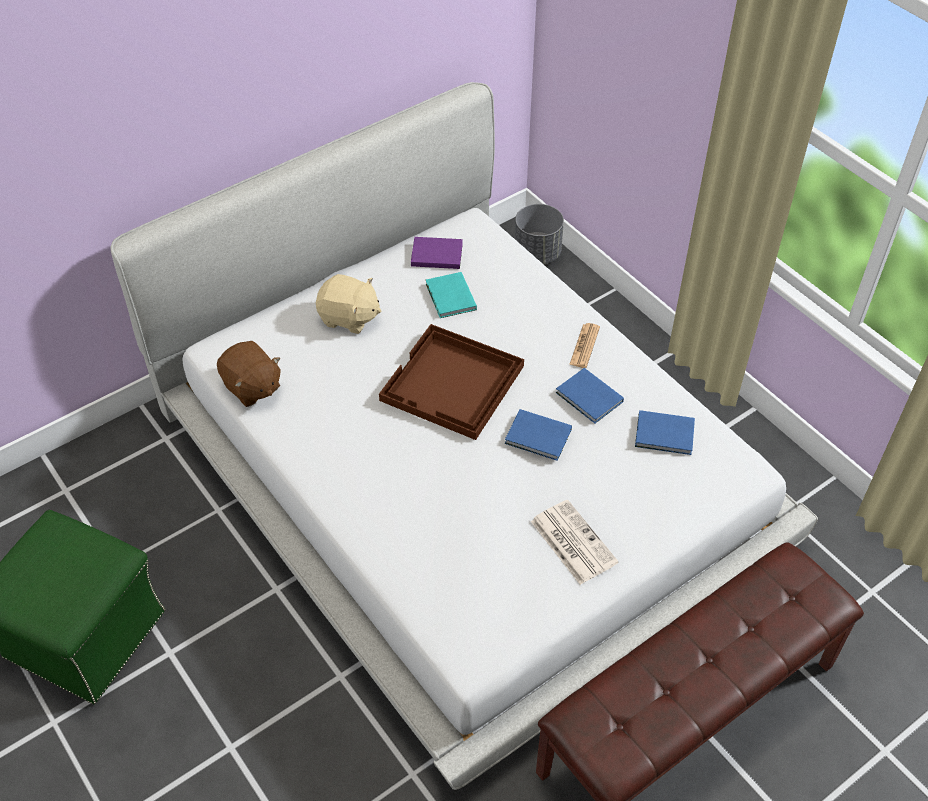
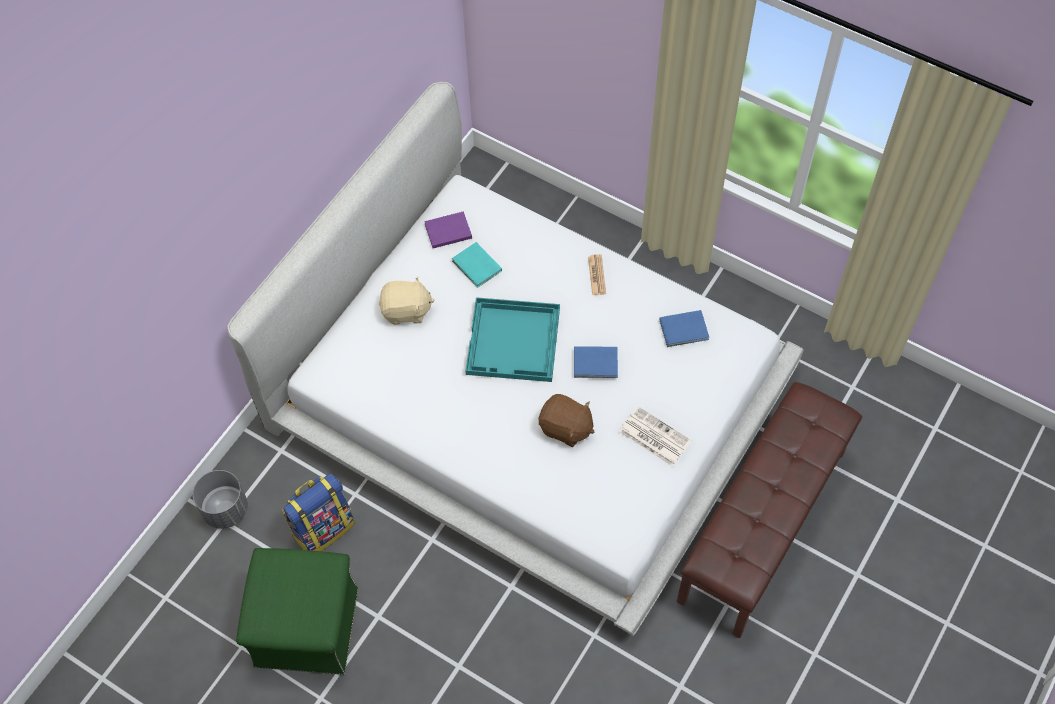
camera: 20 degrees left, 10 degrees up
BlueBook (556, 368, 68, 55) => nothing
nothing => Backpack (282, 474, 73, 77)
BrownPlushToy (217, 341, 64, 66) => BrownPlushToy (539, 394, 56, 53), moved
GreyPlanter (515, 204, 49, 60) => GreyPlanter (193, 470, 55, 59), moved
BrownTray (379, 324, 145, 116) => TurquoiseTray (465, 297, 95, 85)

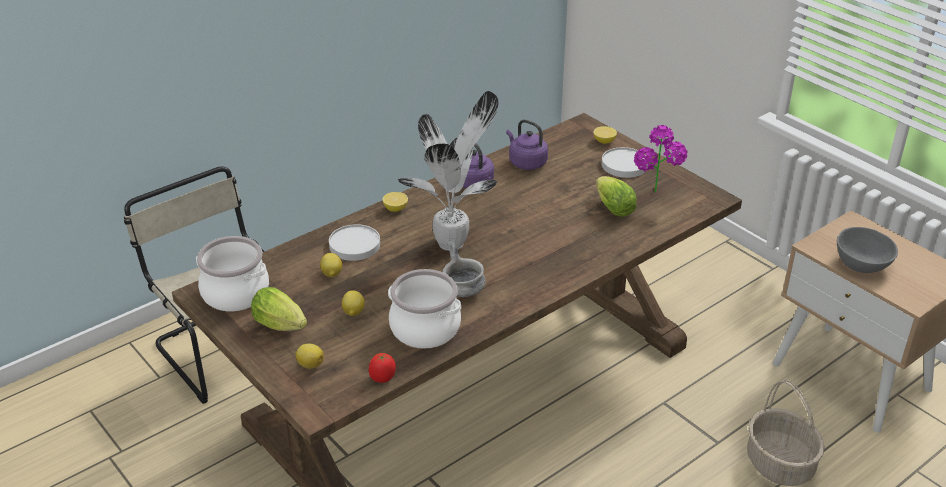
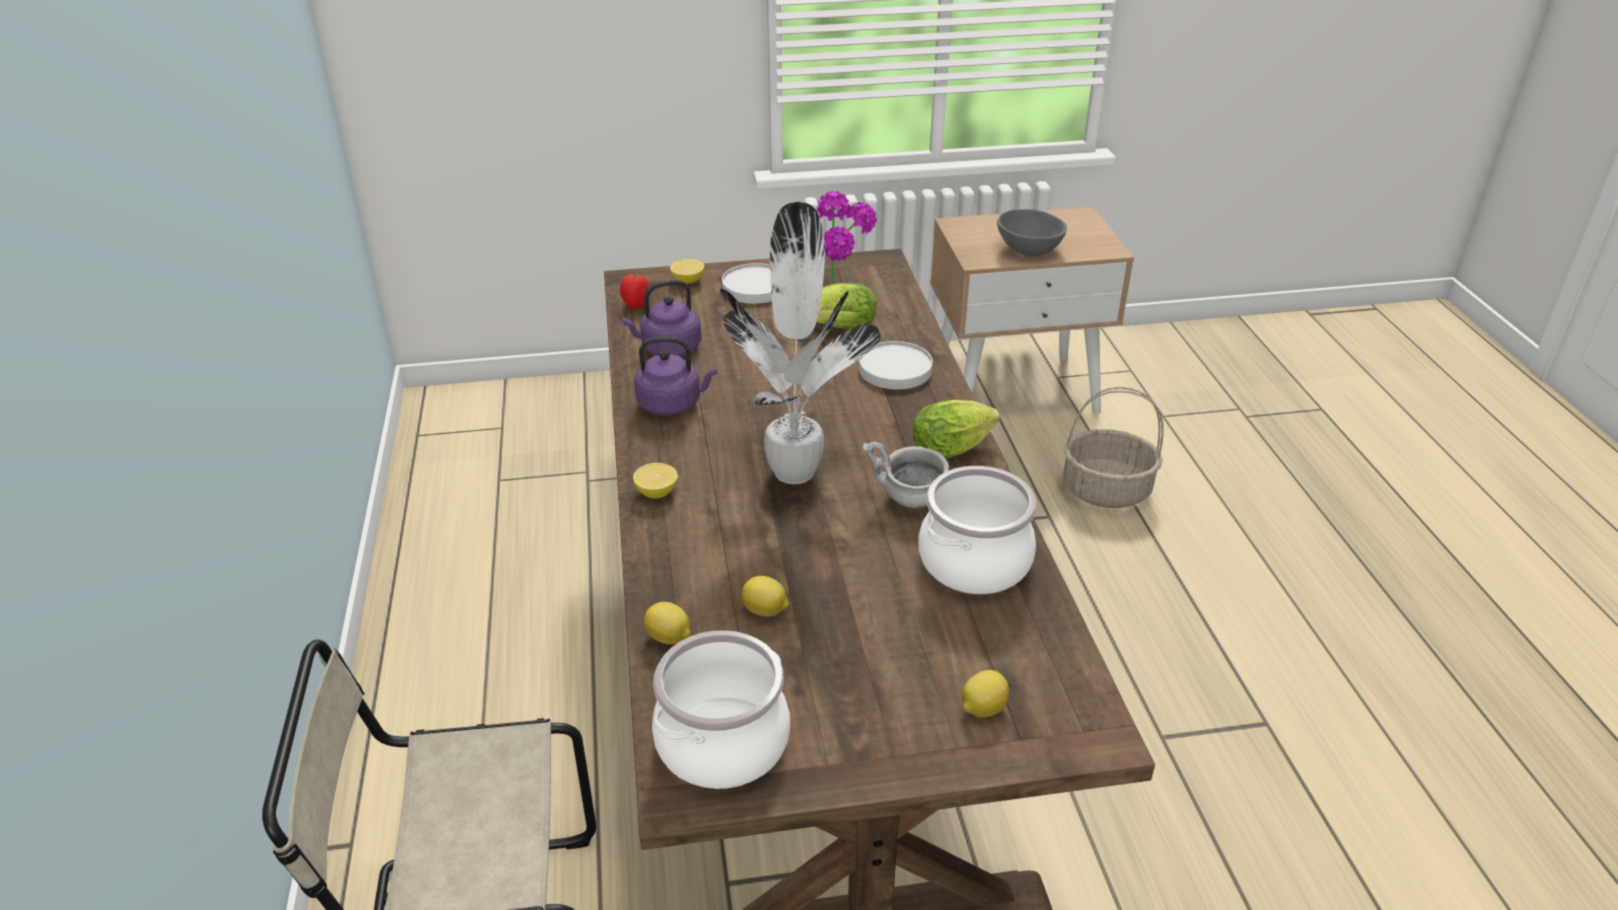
camera: 60 degrees left, 0 degrees up
Lettuce (251, 287, 56, 44) => Lettuce (912, 400, 88, 59), moved
WhitePlate (329, 224, 51, 37) => WhitePlate (859, 341, 74, 49), moved
Lemon (342, 290, 23, 26) => Lemon (644, 602, 46, 43), moved
Tomato (369, 353, 27, 30) => Tomato (620, 273, 29, 36), moved

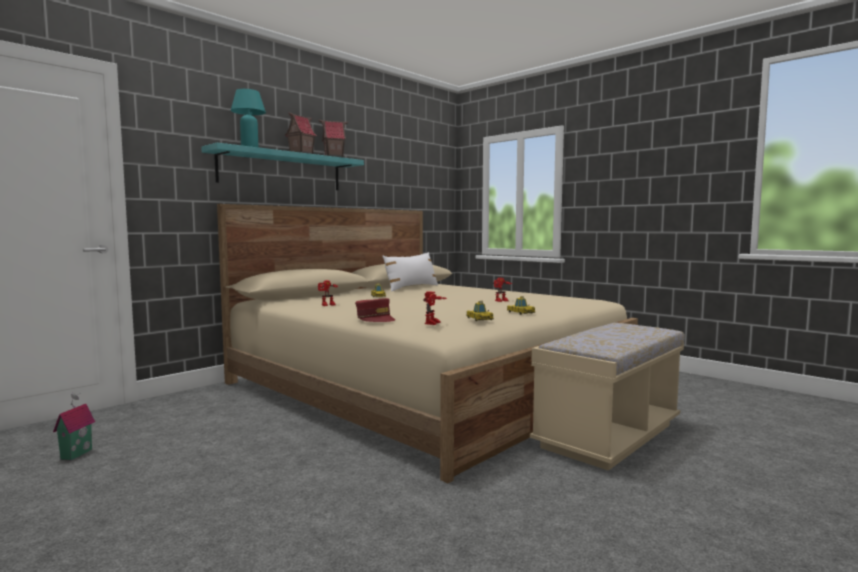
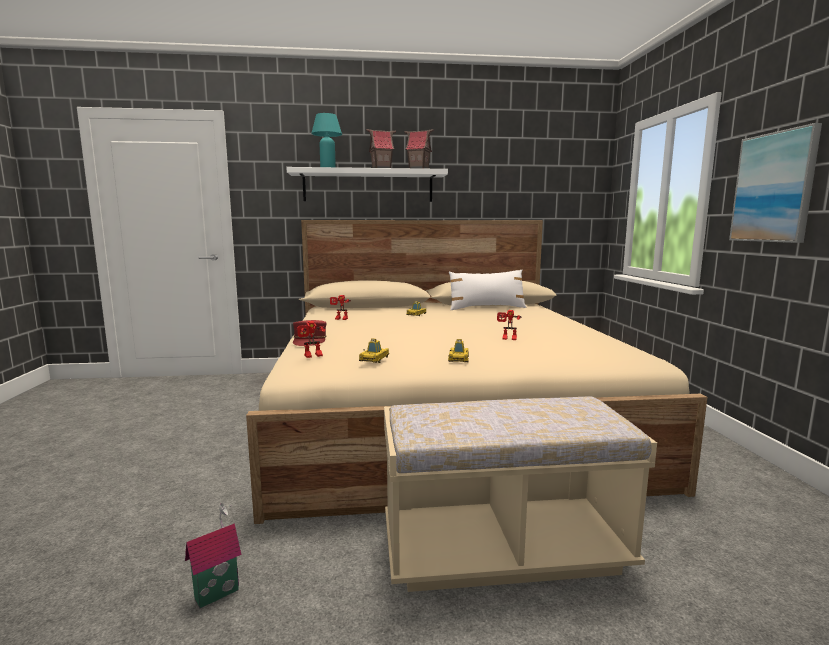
camera: 40 degrees right, 5 degrees up
nothing => Picture (729, 123, 93, 120)
ToyHouse (53, 393, 42, 68) => ToyHouse (185, 503, 56, 105), moved
TurquoiseShelf (201, 143, 163, 47) => WhiteShelf (286, 167, 162, 35)

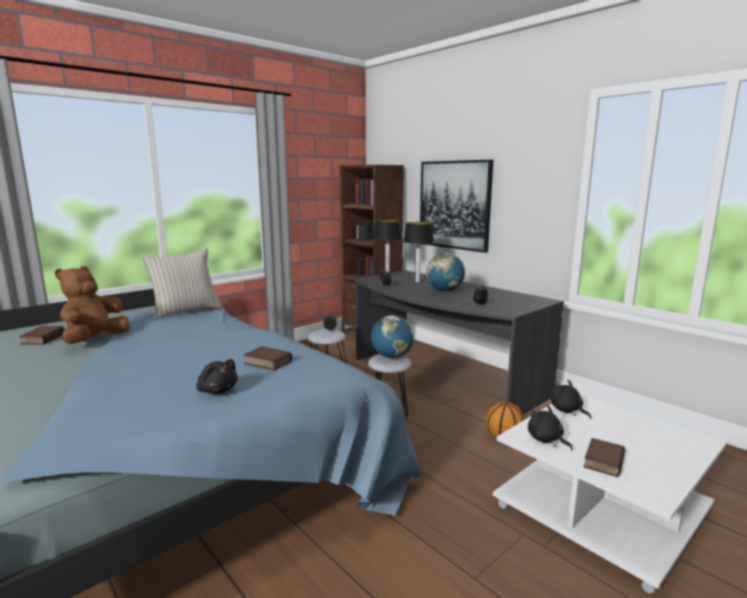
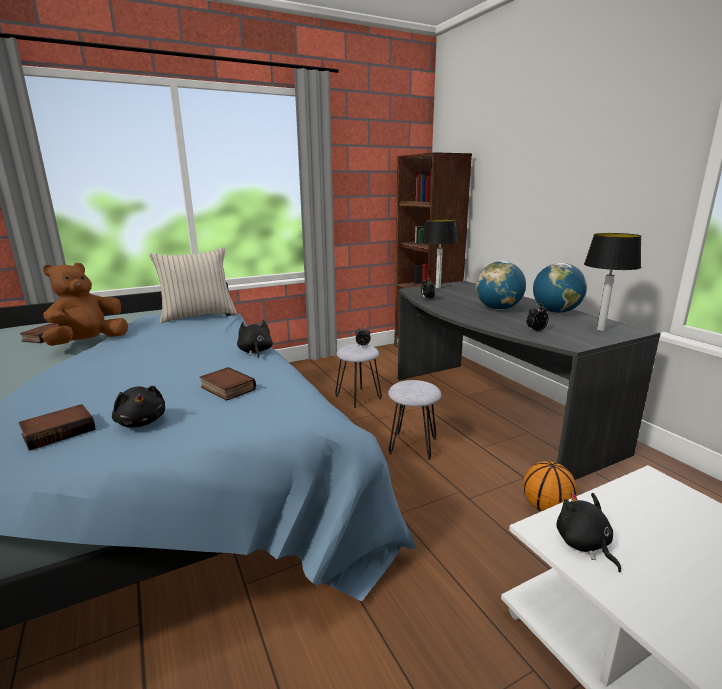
camera: 15 degrees right, 5 degrees up
Picture (420, 160, 73, 93) => nothing
Globe (371, 315, 43, 43) => Globe (533, 263, 54, 50), moved
TableLamp (403, 222, 31, 60) => TableLamp (584, 233, 57, 98), moved
BlackPlushToy (551, 380, 40, 39) => BlackPlushToy (237, 320, 36, 39), moved
Book (584, 438, 41, 39) => Book (18, 404, 77, 46), moved

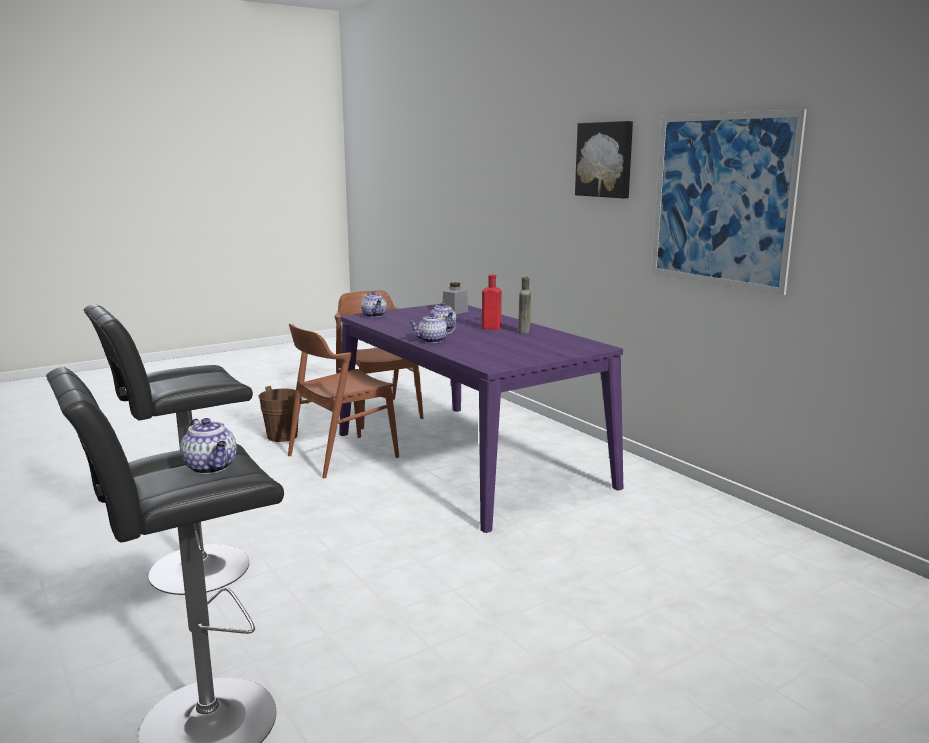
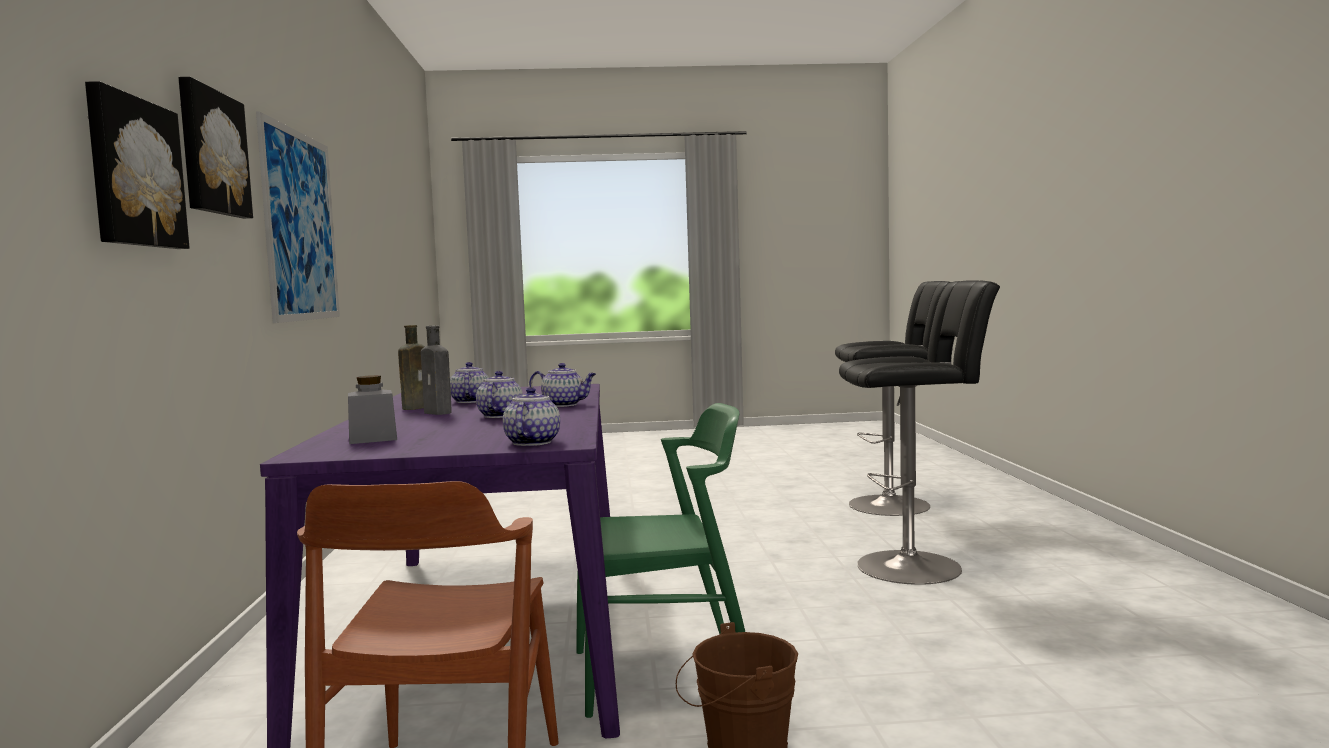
camera: 150 degrees left, 10 degrees down
nothing => Picture (85, 81, 104, 168)
Teapot (180, 418, 57, 56) => Teapot (450, 362, 39, 41), moved
BrownChair (288, 324, 111, 154) => GreenChair (576, 403, 169, 315)
RedBottle (482, 275, 20, 55) => GreyBottle (421, 326, 31, 89)

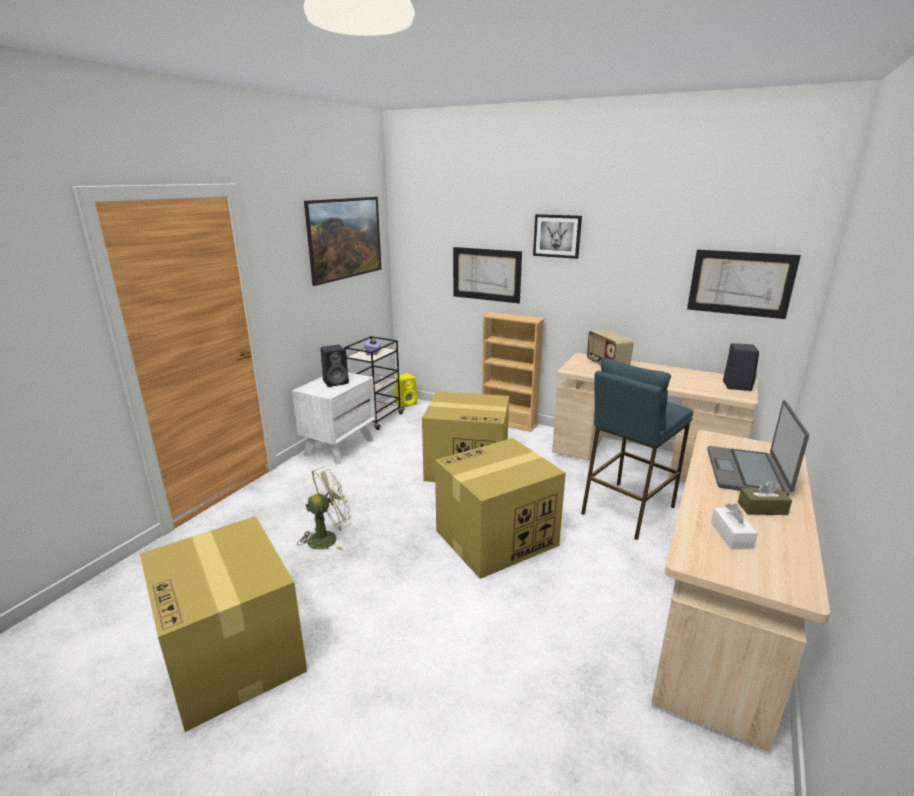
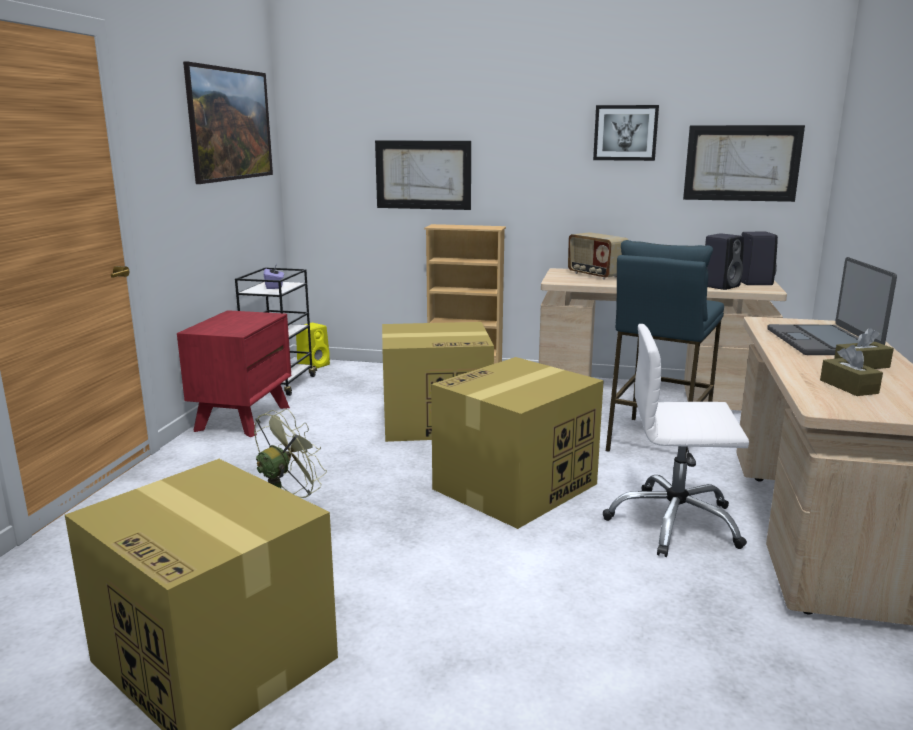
camera: 15 degrees left, 5 degrees down
nothing => WhiteOfficeChair (603, 324, 146, 233)
BlackSpeaker (321, 345, 28, 42) => BlackSpeaker (705, 233, 39, 57), moved
Picture (533, 214, 49, 45) => Picture (593, 105, 66, 56), moved
WhiteNightstand (292, 372, 84, 93) => RedNightstand (177, 310, 114, 127)
WhiteTissueBox (711, 504, 47, 45) => BrownTissueBox (820, 345, 63, 51)

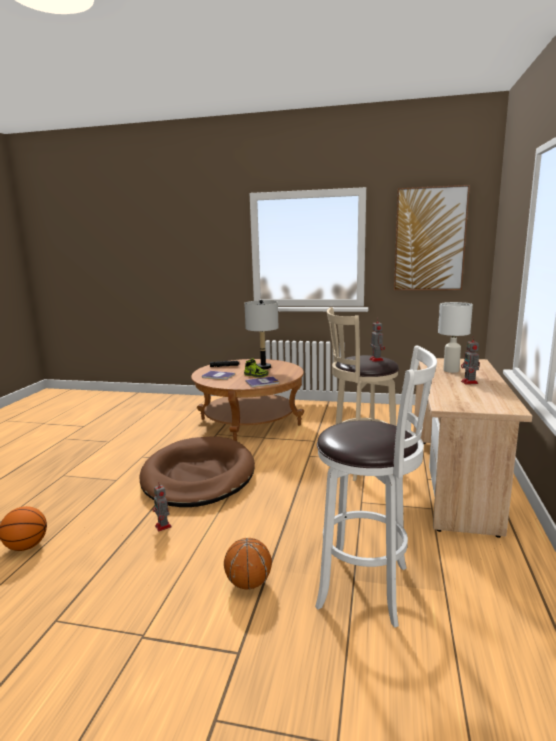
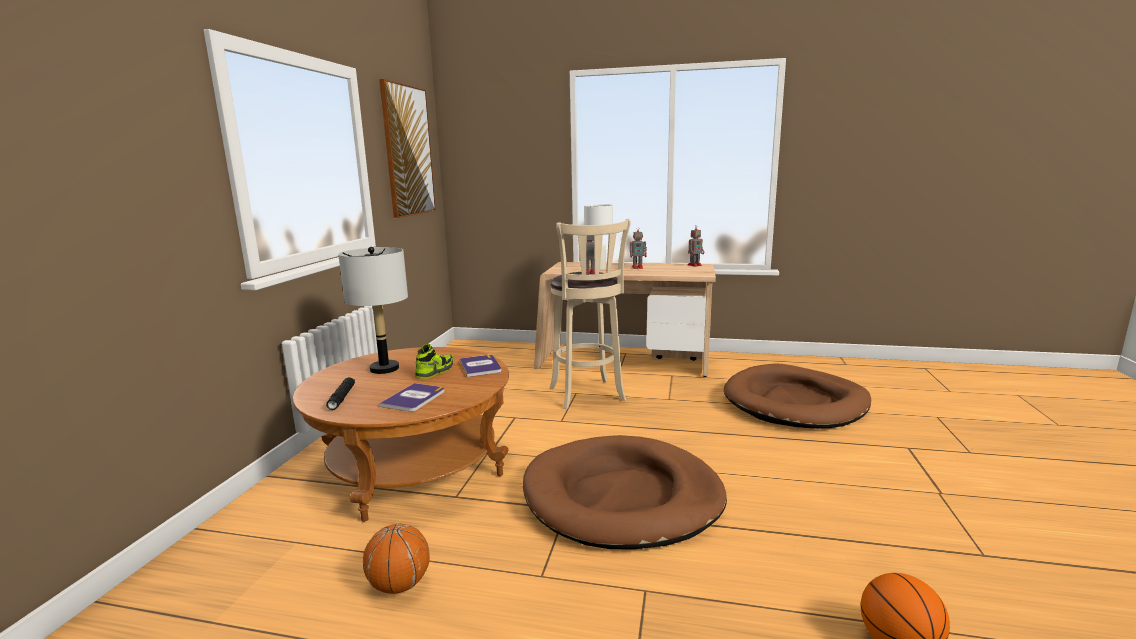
camera: 90 degrees left, 0 degrees up
ToyRobot (153, 482, 19, 49) => ToyRobot (688, 227, 16, 40), moved
Basketball (224, 538, 48, 52) => Basketball (363, 524, 67, 70), moved
WhiteStool (315, 345, 122, 283) => BrownDogBed (724, 363, 147, 65)

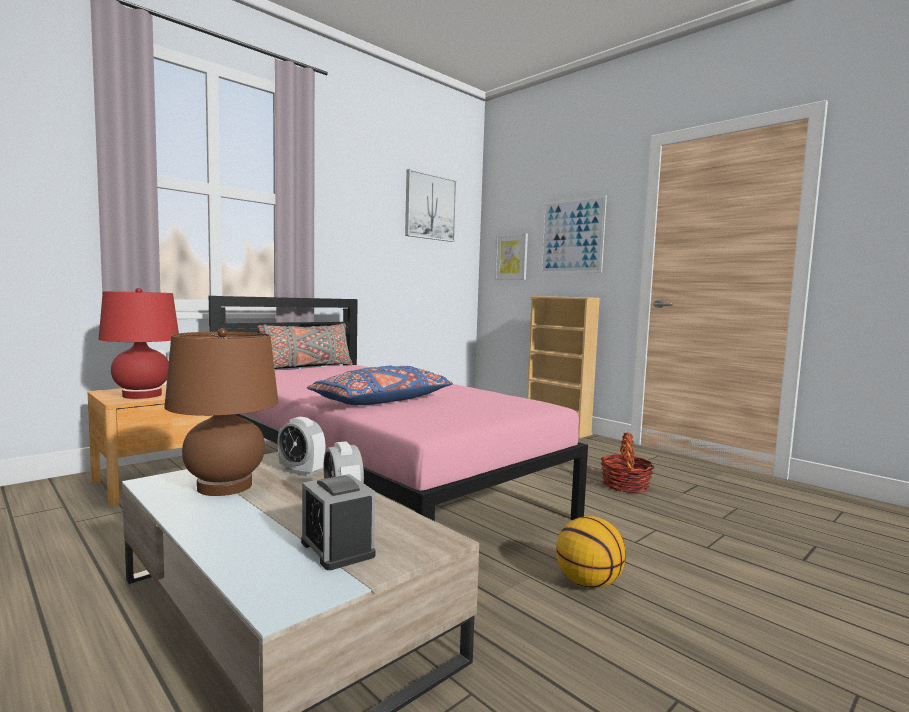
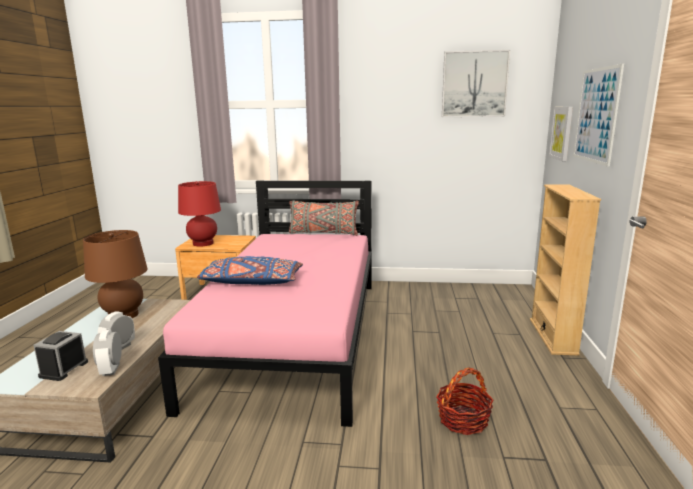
camera: 50 degrees right, 10 degrees up
Basketball (556, 516, 70, 72) => nothing
AlarmClock (277, 417, 48, 60) => AlarmClock (93, 330, 29, 46), moved

